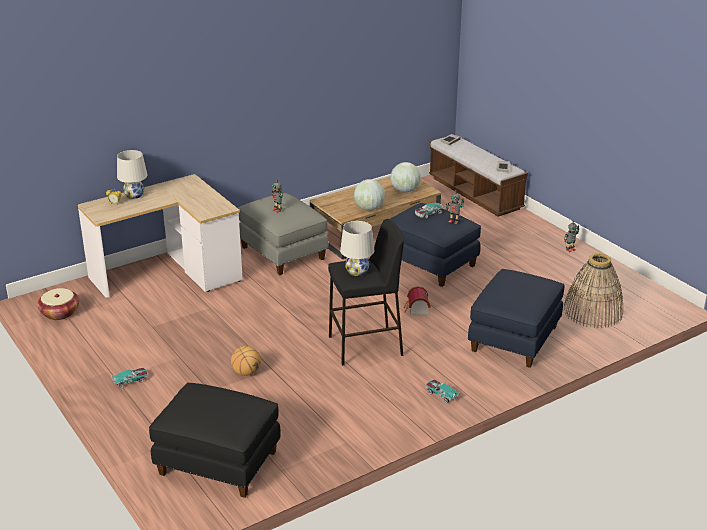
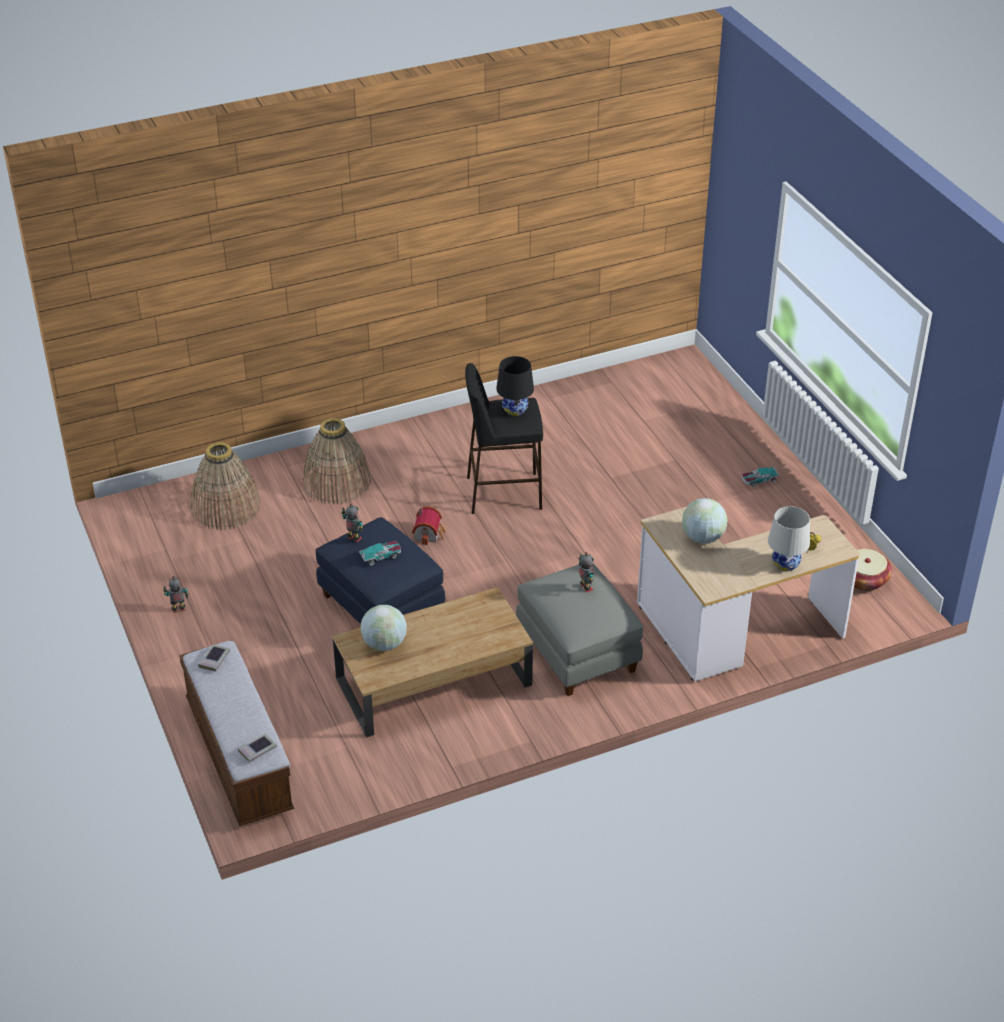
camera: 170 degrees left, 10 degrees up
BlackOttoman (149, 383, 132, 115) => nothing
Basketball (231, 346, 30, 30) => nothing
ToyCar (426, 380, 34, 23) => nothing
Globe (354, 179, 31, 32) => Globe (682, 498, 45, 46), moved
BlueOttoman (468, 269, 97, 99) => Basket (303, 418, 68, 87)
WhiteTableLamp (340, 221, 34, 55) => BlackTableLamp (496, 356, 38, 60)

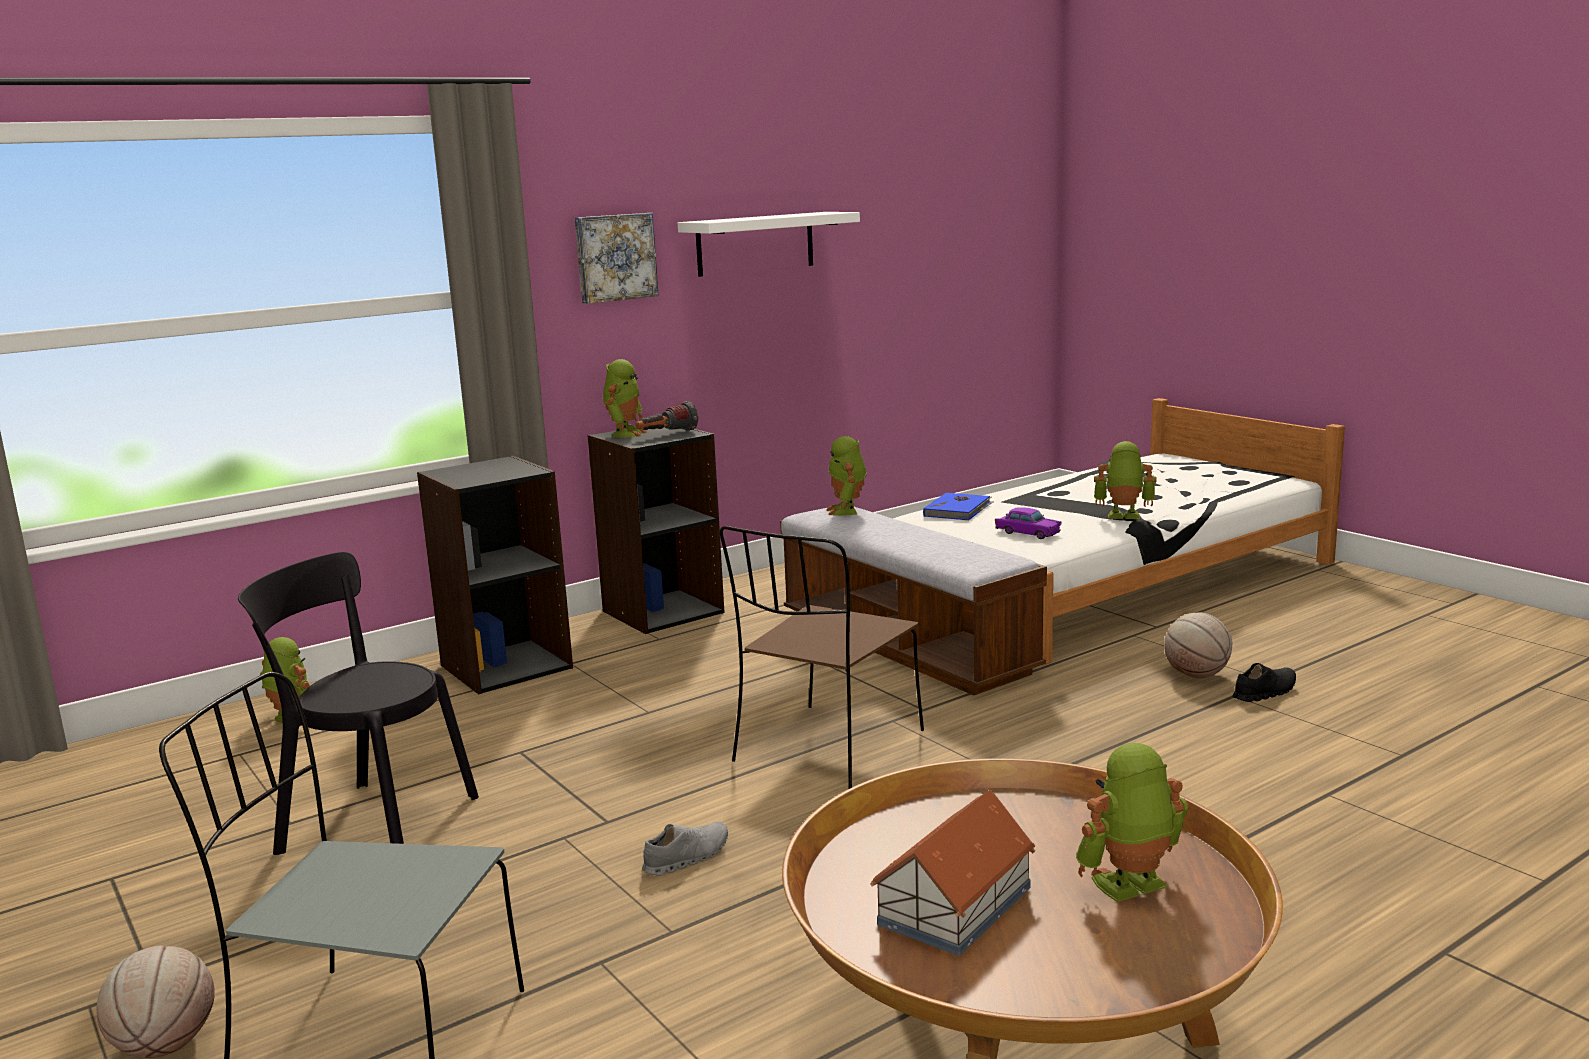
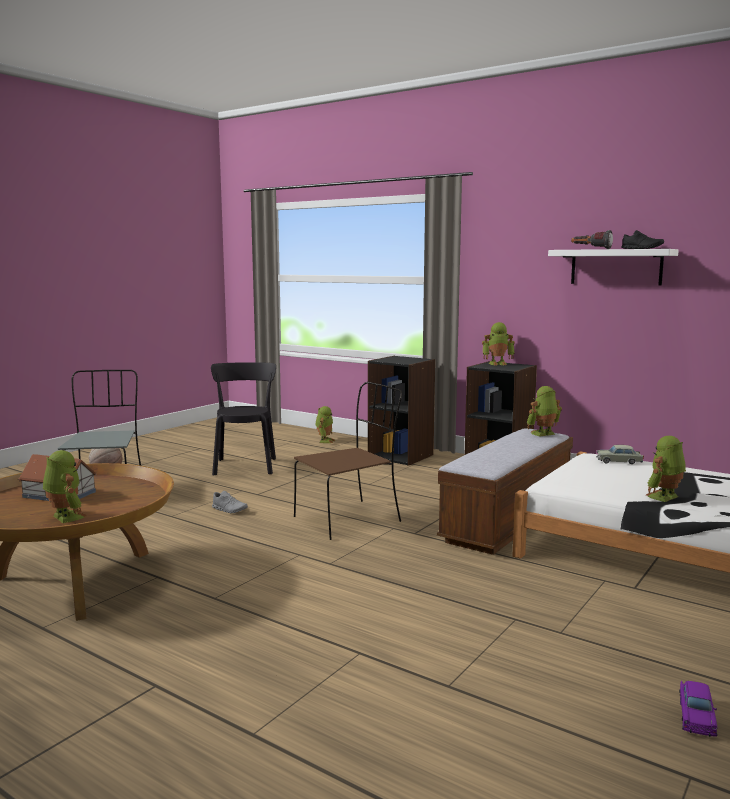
camera: 70 degrees right, 5 degrees down
Picture (575, 213, 84, 91) => nothing
Basketball (1164, 613, 68, 65) => nothing
Flashlight (636, 401, 62, 30) => Flashlight (571, 230, 42, 19), moved
PurpleToyCar (995, 507, 66, 32) => PurpleToyCar (679, 681, 39, 56), moved
BlackShoe (1232, 663, 64, 39) => BlackShoe (621, 230, 43, 19), moved
BlueBook (923, 492, 71, 28) => BeigeToyCar (597, 445, 47, 19)
BrownChair (720, 526, 204, 263) => BrownChair (294, 382, 108, 158), 135 degrees clockwise
ToyRobot (1094, 441, 63, 78) => ToyRobot (646, 436, 40, 66), 120 degrees counterclockwise

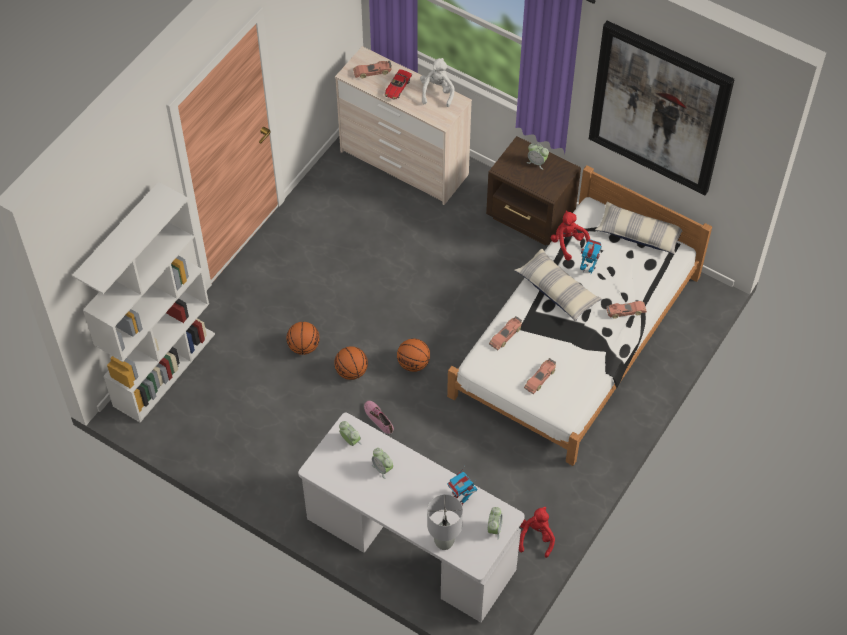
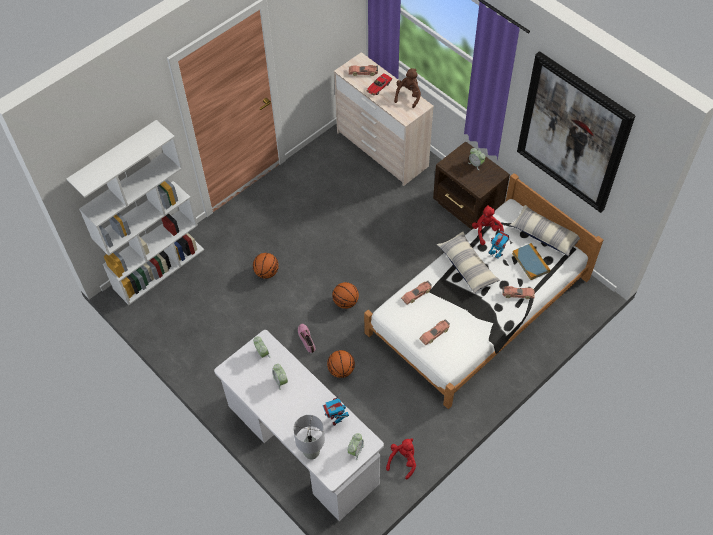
camera: 15 degrees right, 0 degrees up
nothing => Book (512, 243, 38, 37)
Basketball (334, 346, 34, 34) => Basketball (327, 350, 28, 28), moved
WhitePlushToy (420, 58, 35, 49) => BrownPlushToy (394, 68, 27, 40)

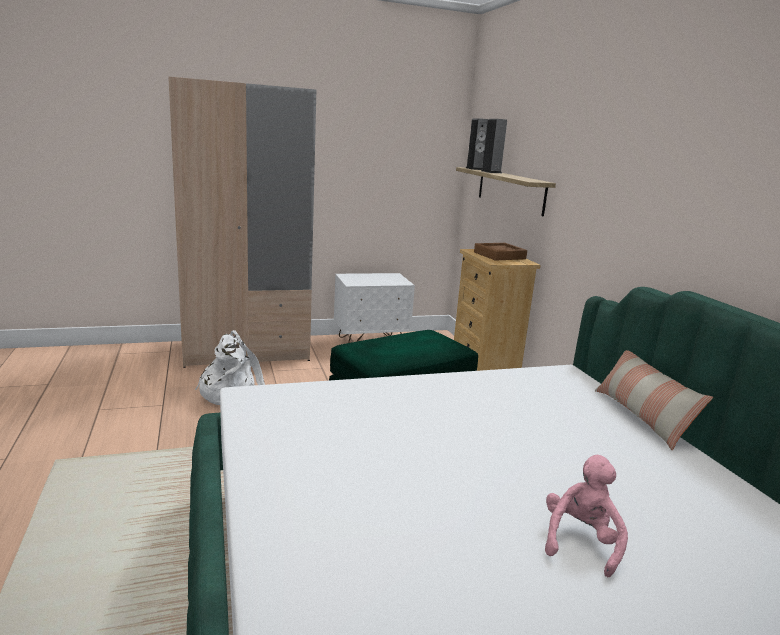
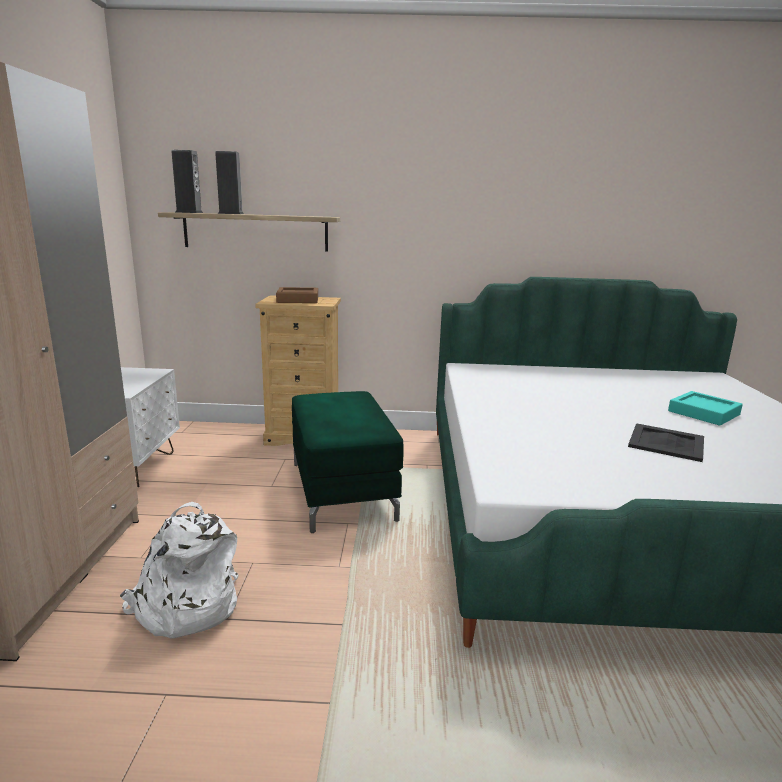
camera: 70 degrees left, 0 degrees up
Pillow (595, 350, 118, 100) => nothing
nothing => BlackTray (628, 423, 76, 39)
PinkPlushToy (545, 455, 83, 122) => TurquoiseTray (668, 391, 75, 35)

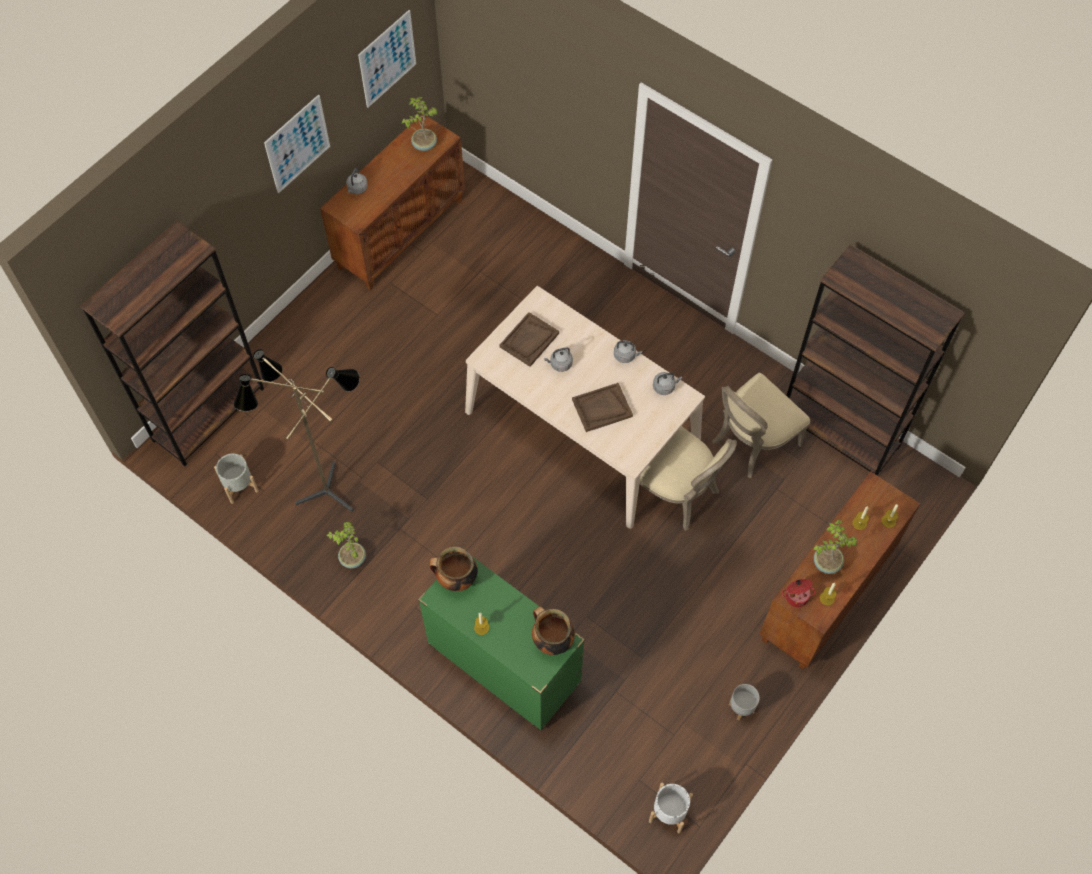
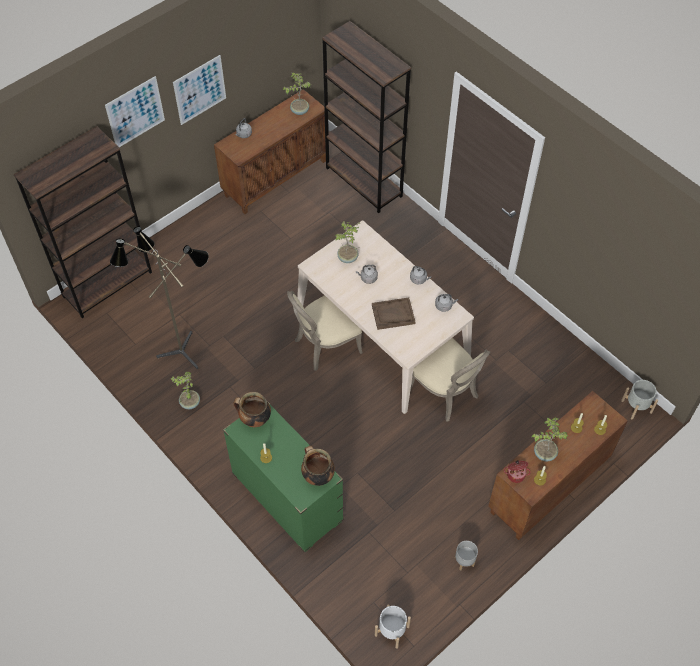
camera: 10 degrees right, 5 degrees down
GreyPlanter (214, 453, 45, 51) => GreyPlanter (621, 380, 37, 39), moved
Picture (358, 10, 58, 98) => Picture (105, 76, 60, 71), moved
BeigeChair (712, 372, 98, 106) => BeigeChair (287, 291, 76, 80), moved
BrownBookcase (786, 244, 179, 232) => BrownBookcase (322, 21, 89, 192), moved
BrownTray (499, 312, 60, 55) => PottedPlant (335, 221, 25, 42)

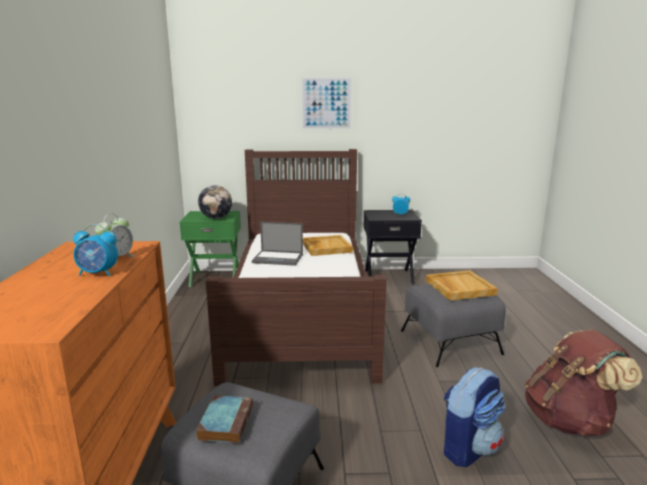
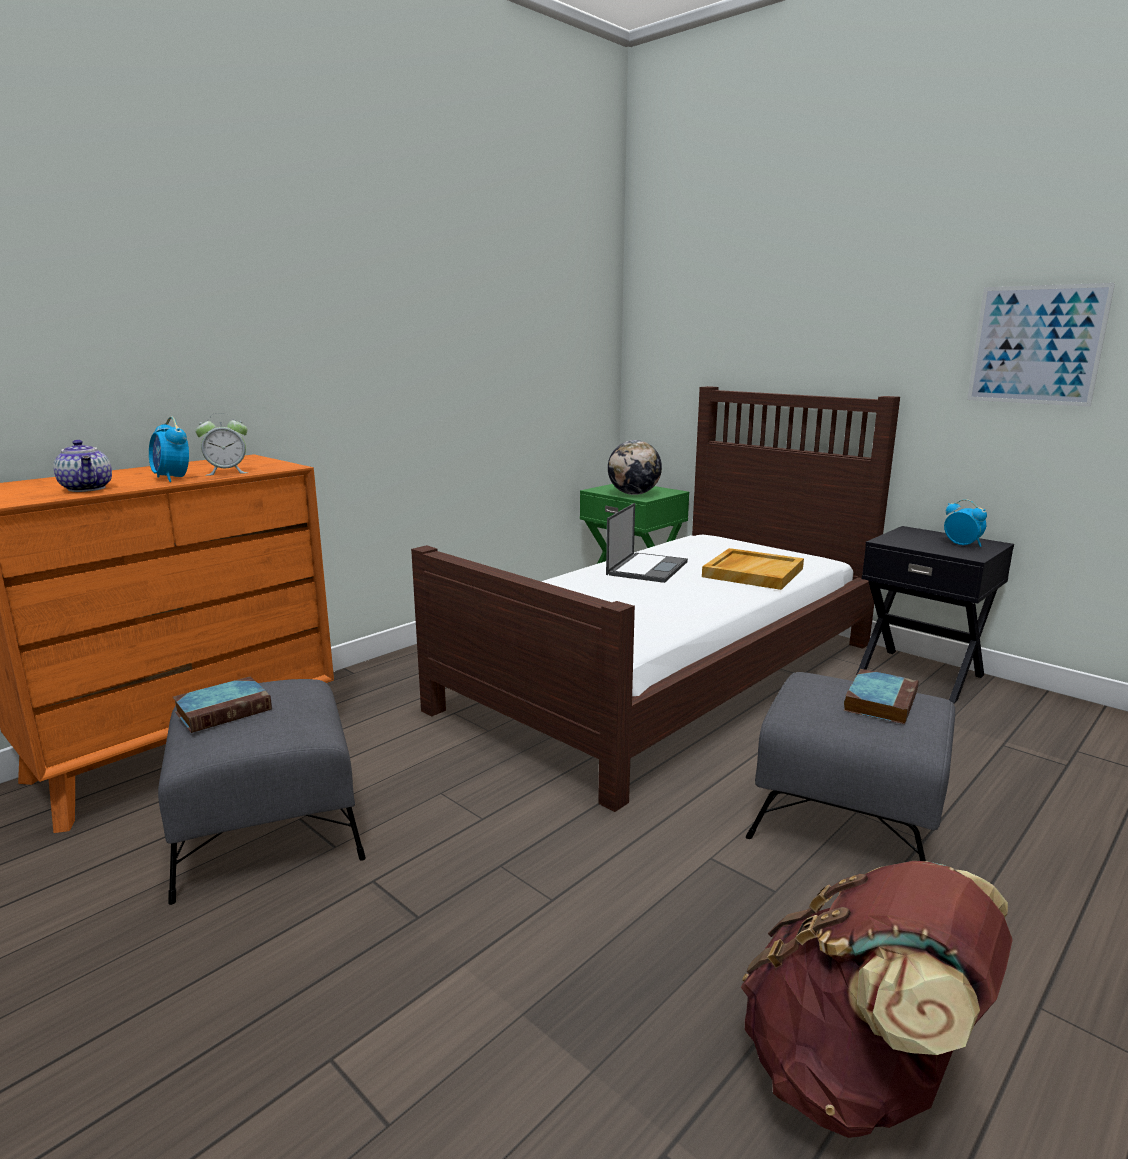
camera: 45 degrees right, 0 degrees up
Backpack (443, 367, 62, 100) => nothing
nothing => Teapot (54, 440, 58, 52)
Picture (301, 77, 51, 52) => Picture (967, 283, 148, 124), moved
BeigeTray (426, 270, 72, 31) => Book (844, 669, 75, 55)
Laptop (252, 222, 51, 44) => Laptop (606, 503, 82, 80), 120 degrees counterclockwise

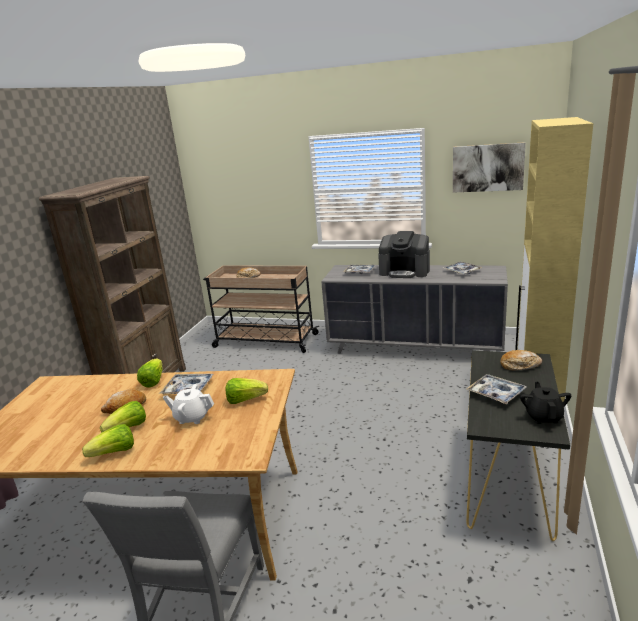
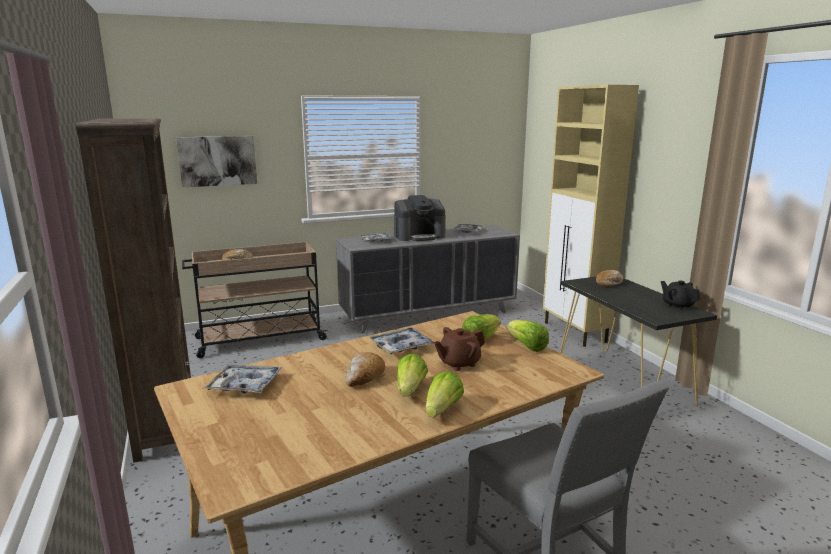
camera: 40 degrees left, 5 degrees down
Lettuce (137, 358, 26, 29) => Lettuce (506, 320, 43, 32), moved
Picture (453, 142, 73, 50) => Picture (176, 136, 81, 51), moved
Tray (466, 374, 61, 30) => Tray (203, 364, 80, 29), moved
WhiteTeapot (163, 384, 51, 40) => BrownTeapot (434, 327, 51, 44)

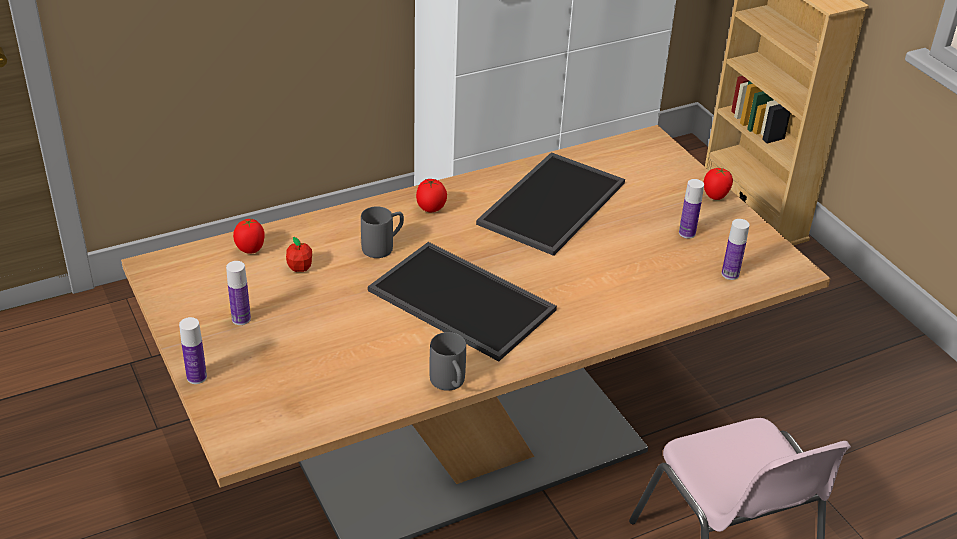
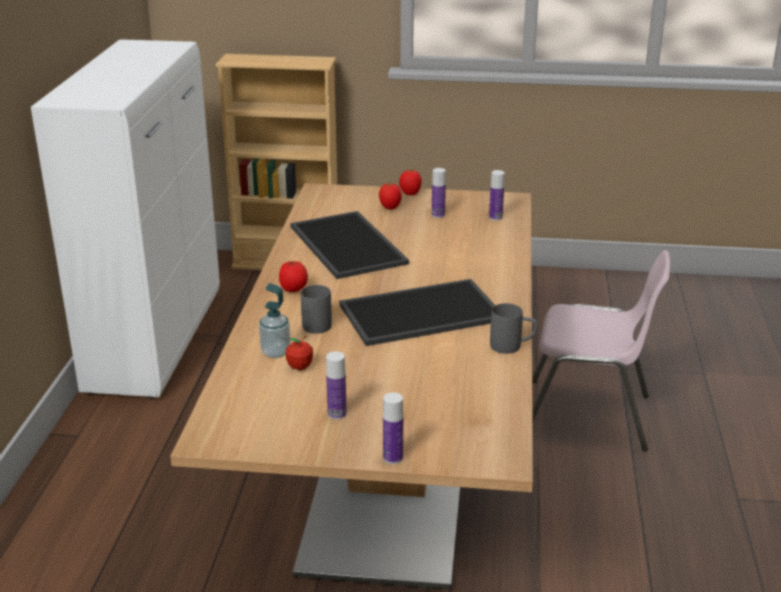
camera: 55 degrees left, 10 degrees down
nothing => SoapDispenser (259, 283, 32, 75)
Tomato (233, 218, 31, 36) => Tomato (379, 183, 23, 27), moved

